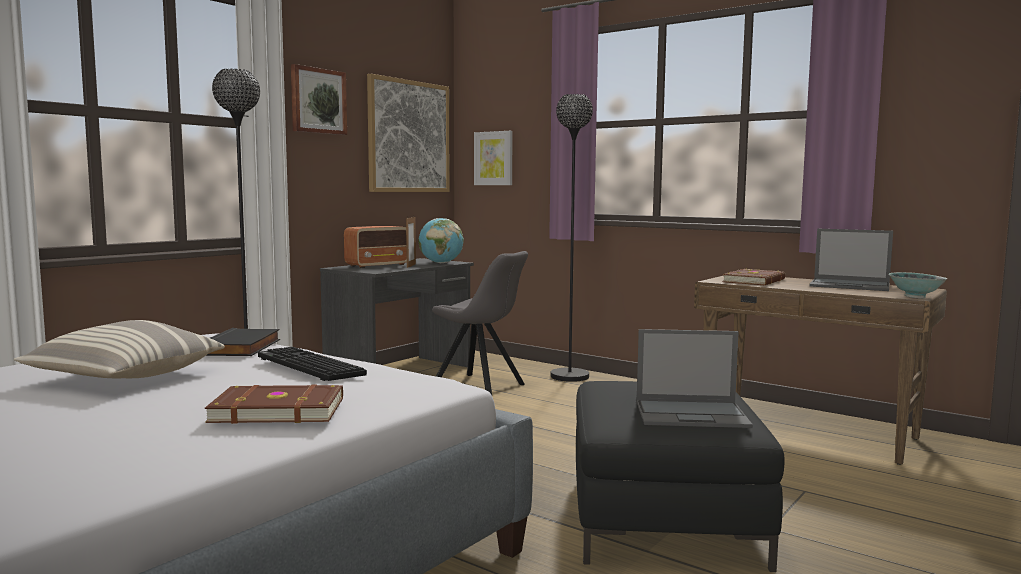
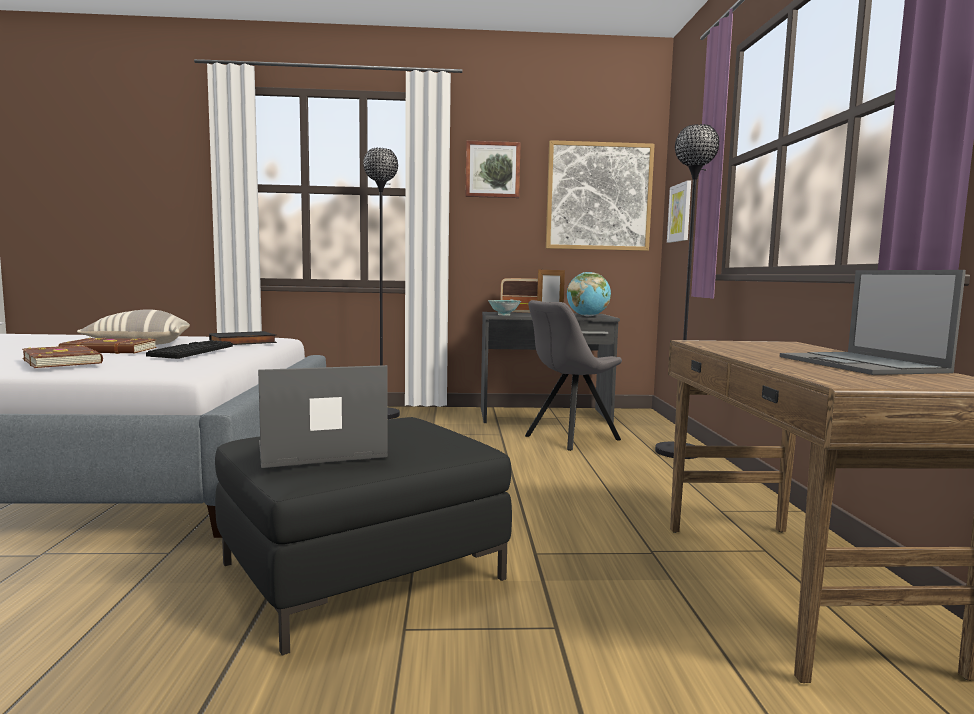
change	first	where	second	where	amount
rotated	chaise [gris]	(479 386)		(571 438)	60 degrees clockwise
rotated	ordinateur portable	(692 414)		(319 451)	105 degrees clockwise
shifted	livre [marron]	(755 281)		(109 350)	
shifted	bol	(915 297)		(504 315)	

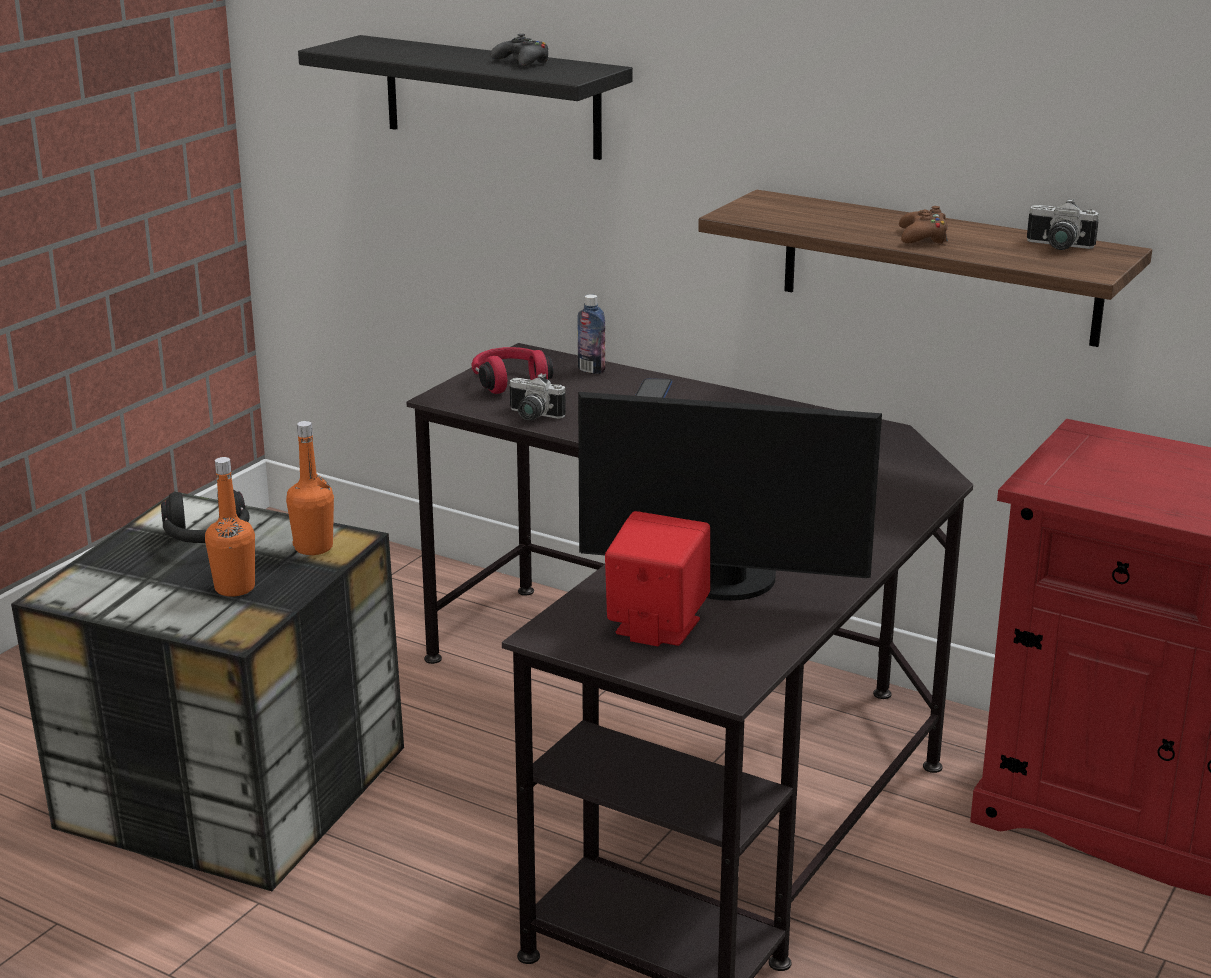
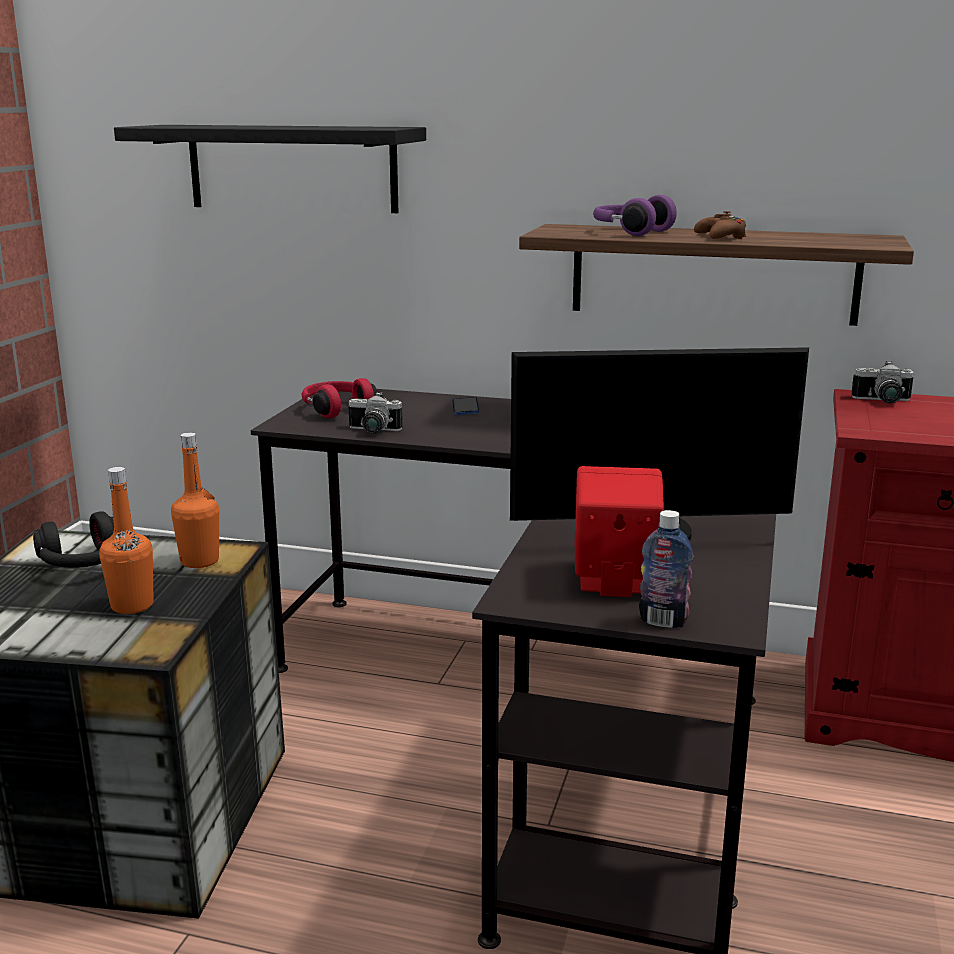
change	first	where	second	where	amount
gone	manette [noir]	(522 62)			
shifted	bouteille	(591 370)		(663 621)	
shifted	appareil photo	(1057 247)		(882 401)	
new			casque audio [violet]	(630 232)	

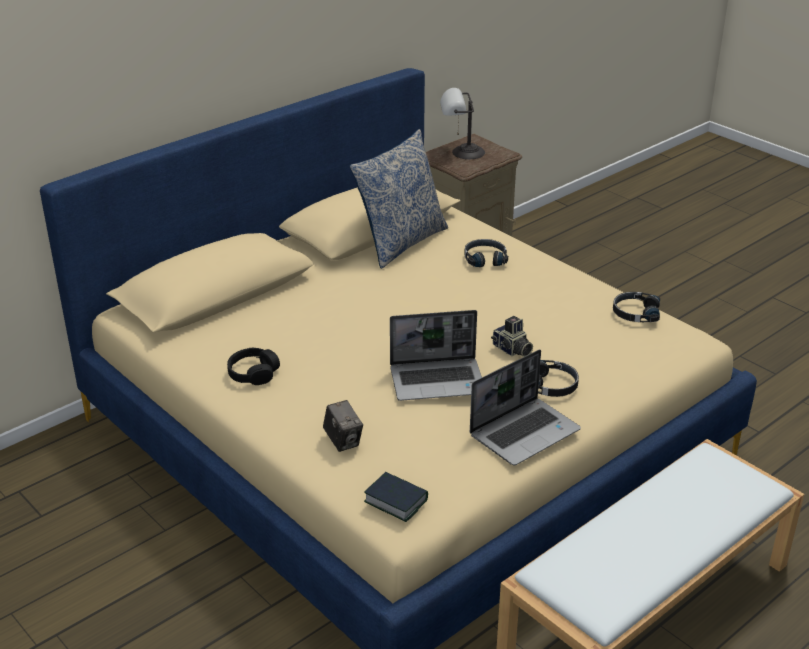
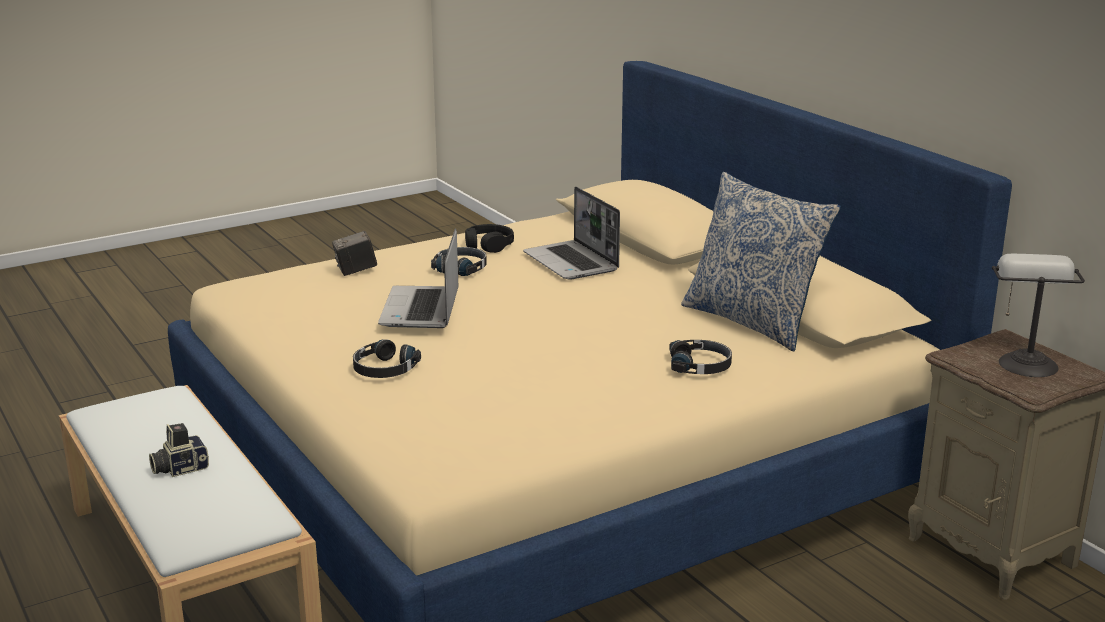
change	first	where	second	where	amount
gone	livre	(396 501)			
shifted	ordinateur portable	(525 432)		(572 262)	
shifted	appareil photo	(512 350)		(179 468)	
shifted	casque audio [noir]	(635 313)		(461 268)	

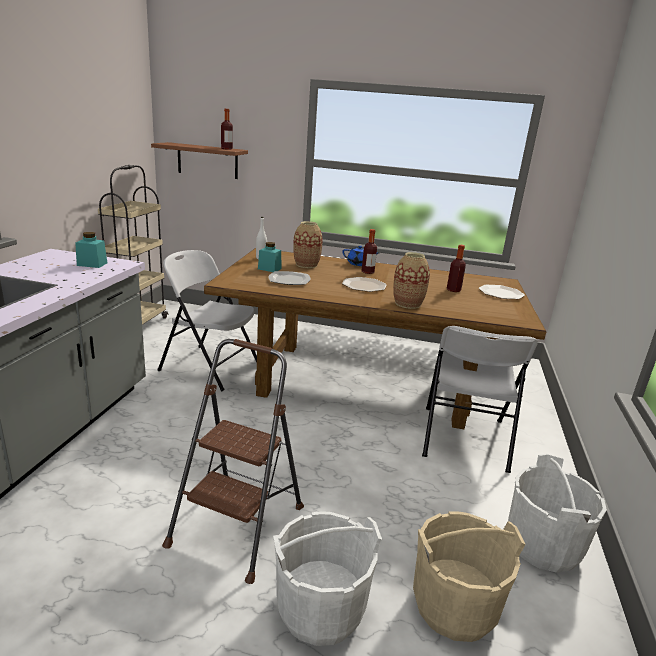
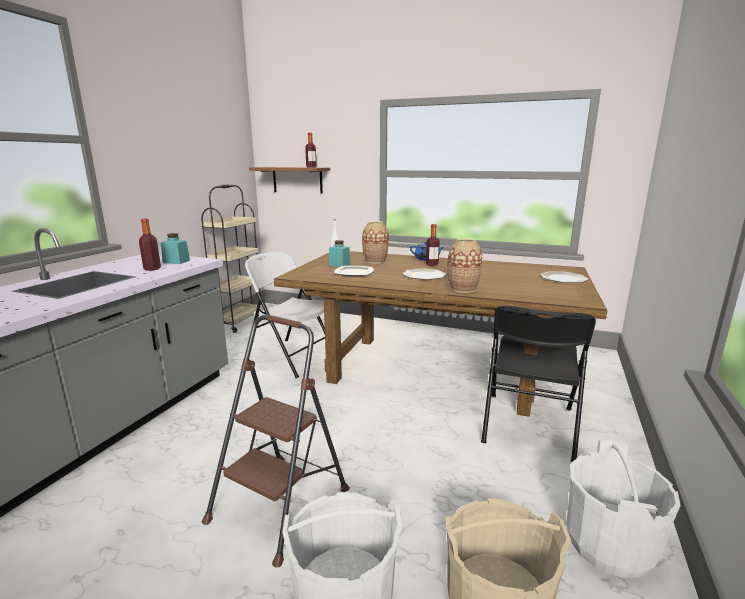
change	first	where	second	where	amount
repainted	chaise [blanc]	(463 438)	chaise [noir]	(528 425)	
shifted	bouteille	(453 290)		(152 269)	

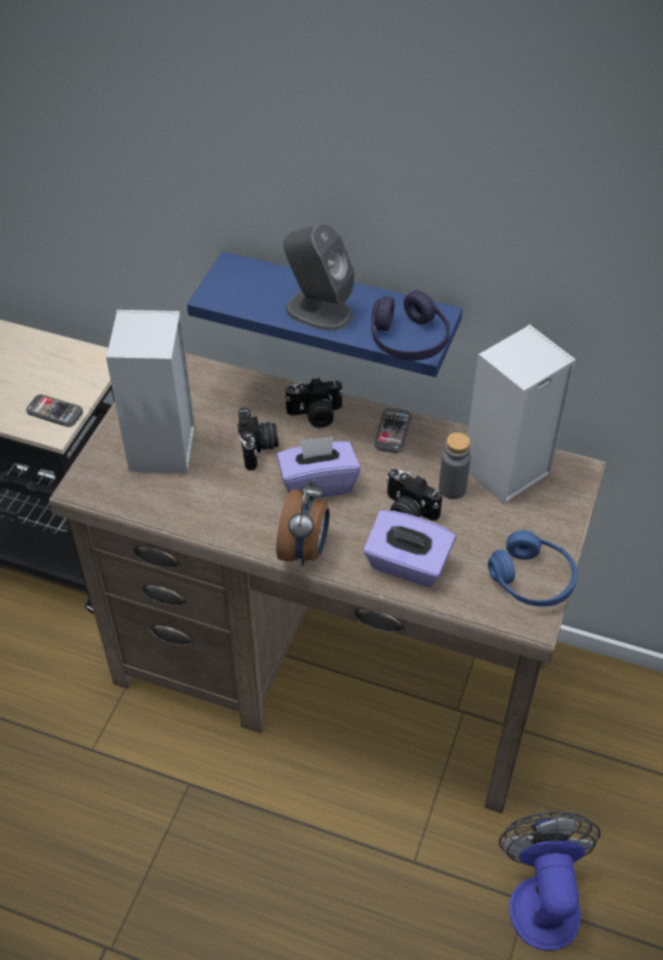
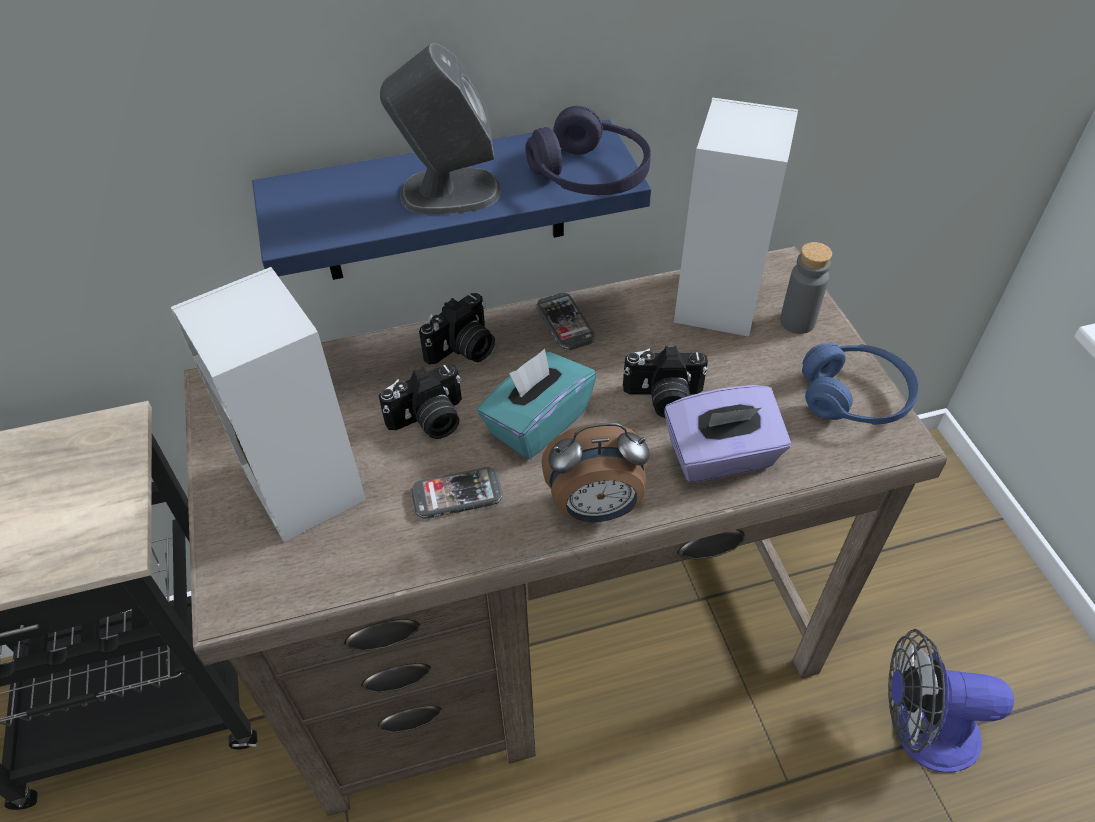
change	first	where	second	where	amount
shifted	téléphone	(55 412)		(457 494)	
rotated	appareil photo	(258 448)		(429 421)	105 degrees clockwise
rotated	réveil	(305 550)		(595 508)	105 degrees clockwise
repainted	boîte à mouchoirs [violet]	(318 483)	boîte à mouchoirs [turquoise]	(537 423)	
shifted	bouteille [gris]	(452 488)		(797 321)	
rotated	ventilateur	(542 898)		(920 730)	45 degrees counterclockwise

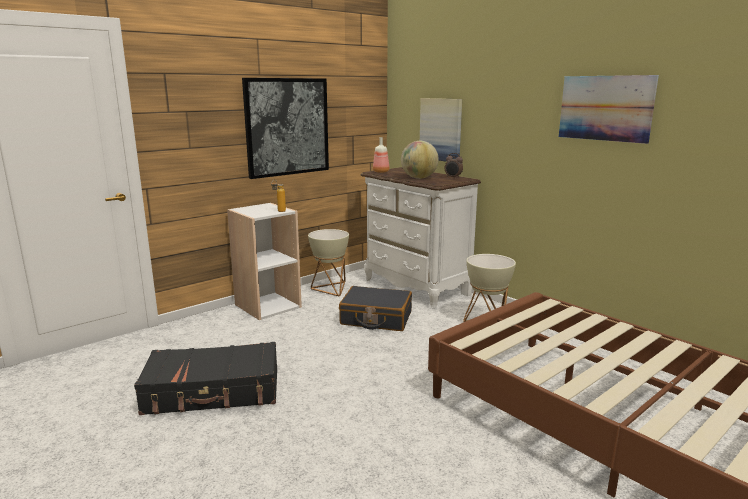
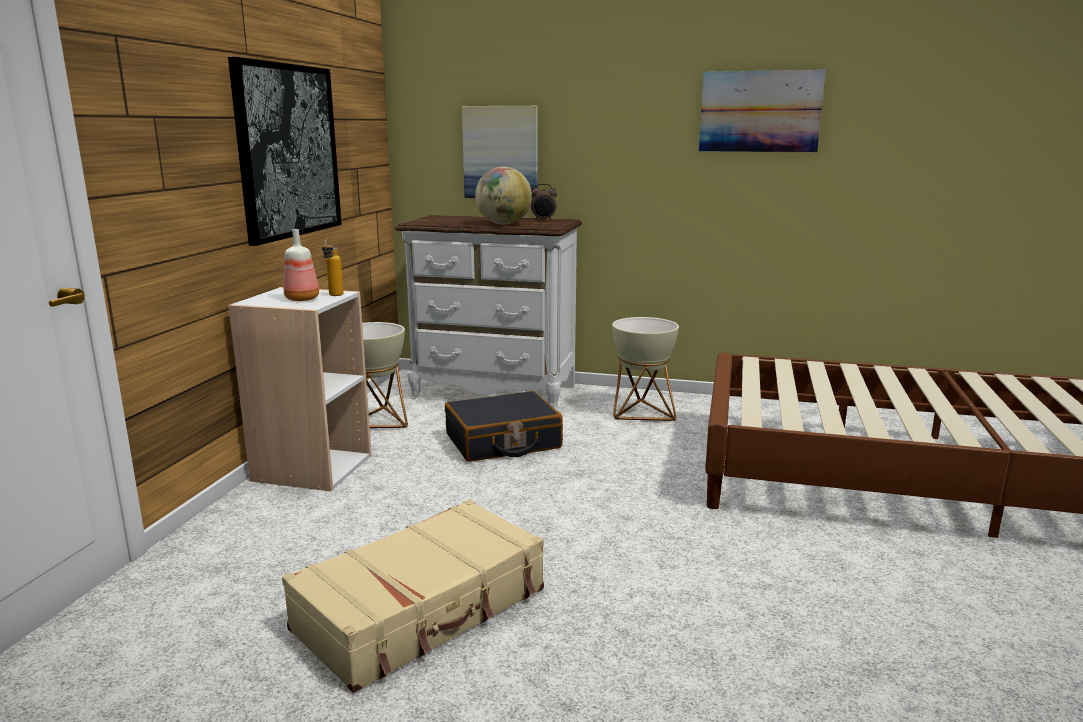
change	first	where	second	where	amount
repainted	valise [noir]	(213 391)	valise [beige]	(423 610)	
shifted	bouteille	(381 172)		(302 299)	

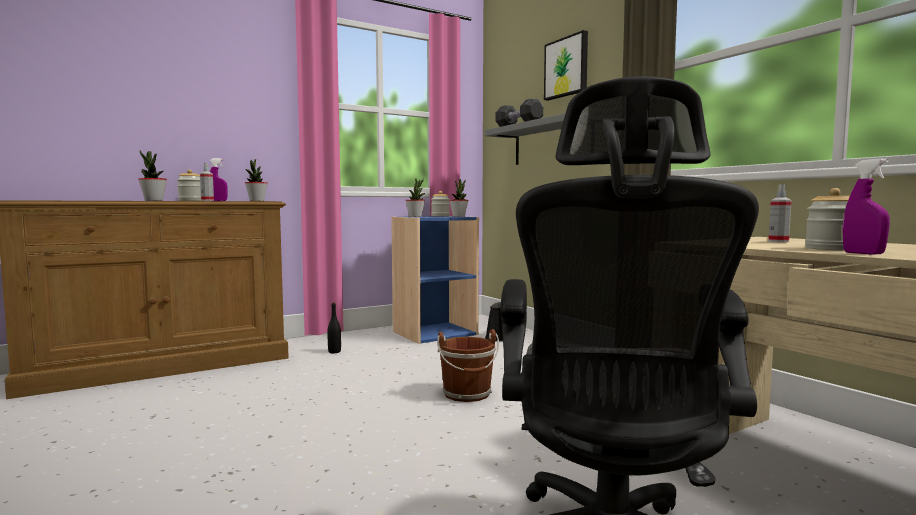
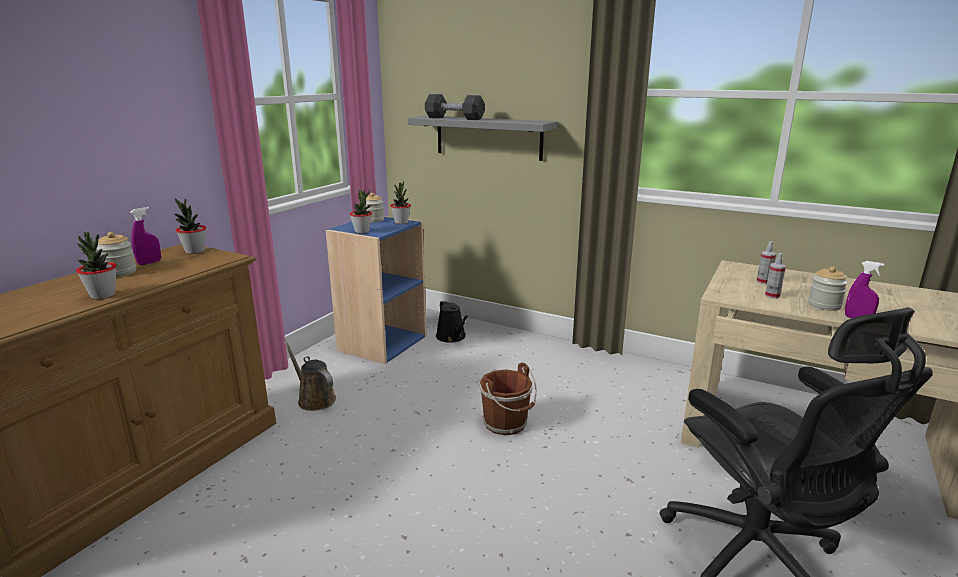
change	first	where	second	where	amount
shifted	vaporisateur	(207 200)		(772 296)	
swapped	bouteille [noir]	(334 352)	arrosoir [marron]	(314 399)	
gone	tableau	(567 67)			

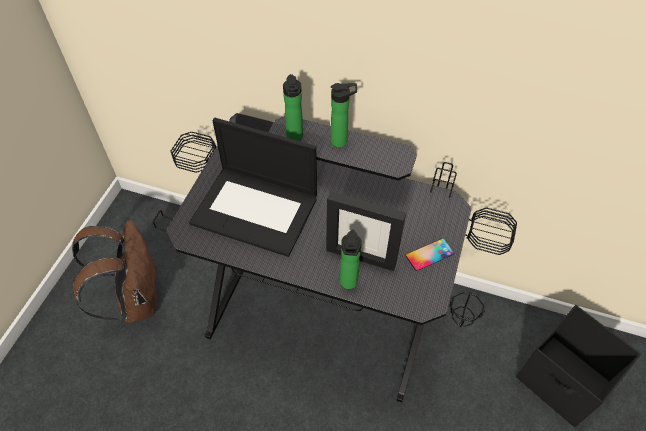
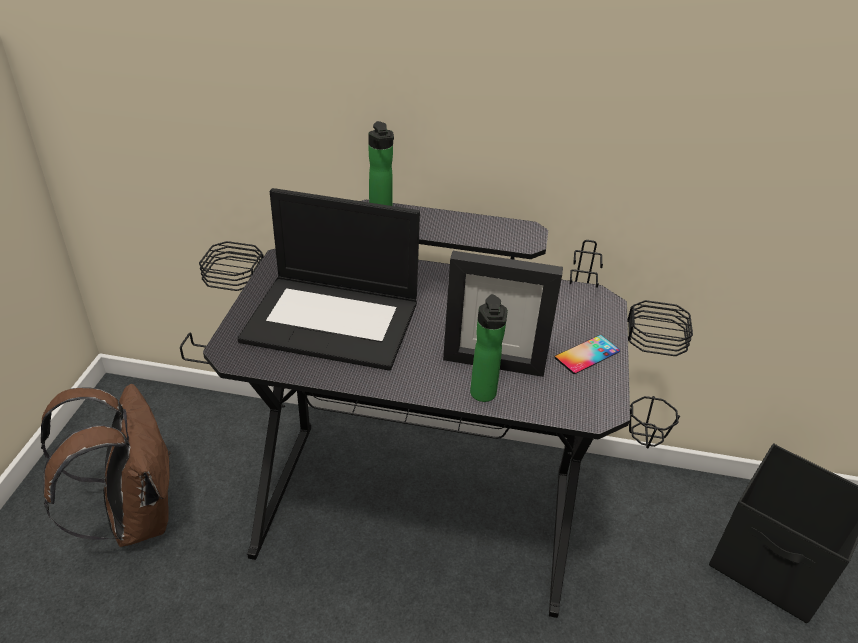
change	first	where	second	where	amount
gone	bouteille	(341 141)			

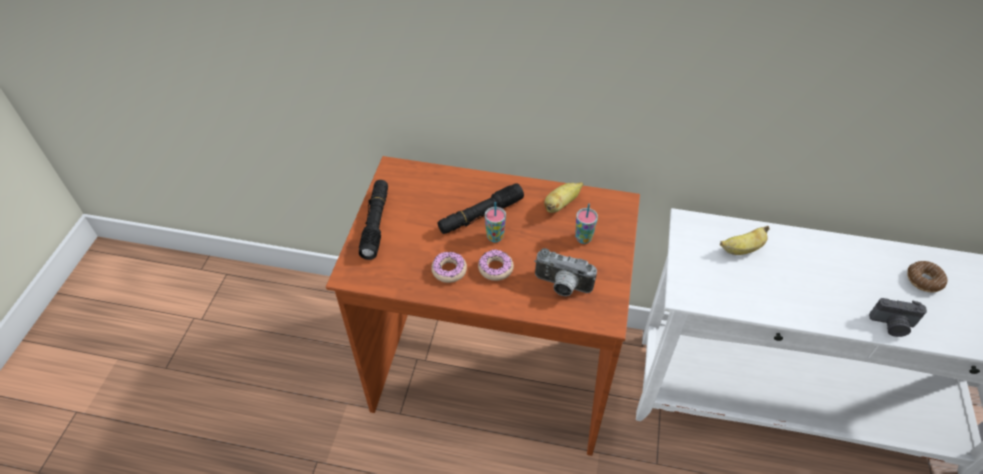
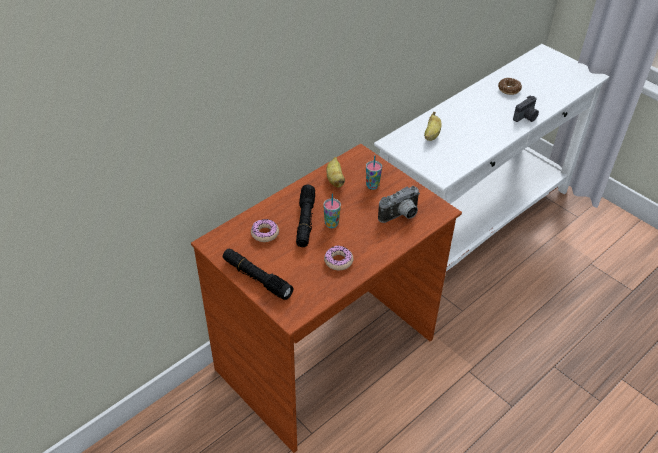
change	first	where	second	where	amount
shifted	beignet	(495 268)		(265 233)	

